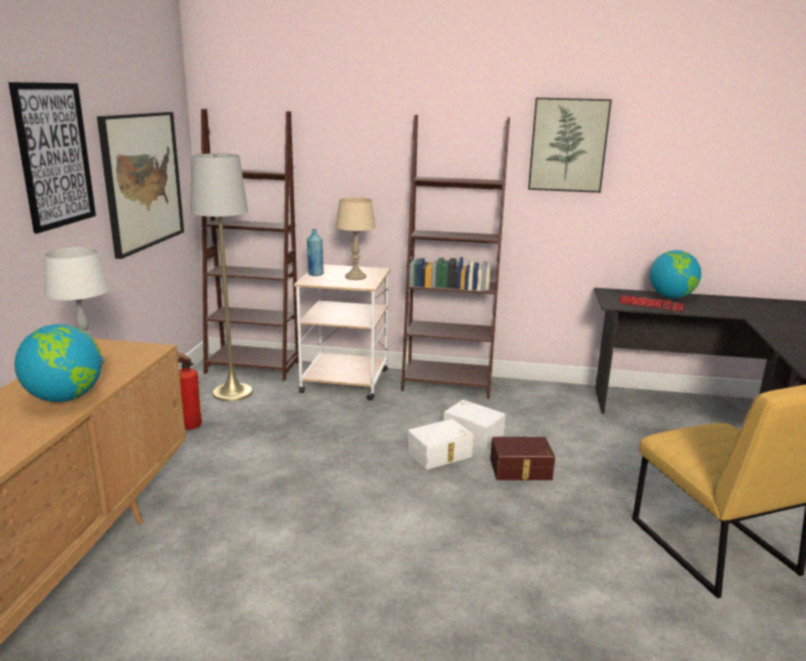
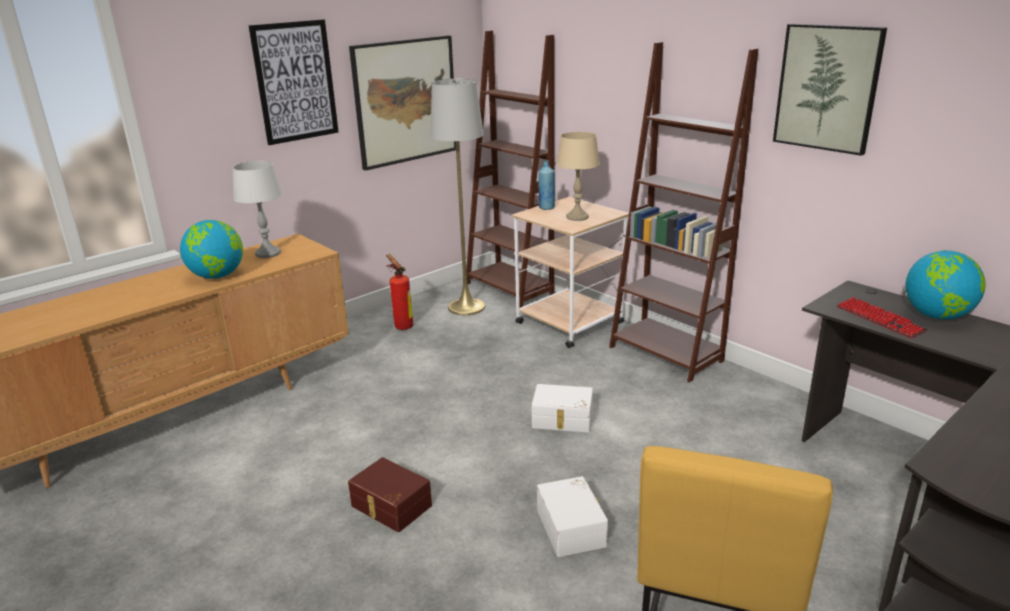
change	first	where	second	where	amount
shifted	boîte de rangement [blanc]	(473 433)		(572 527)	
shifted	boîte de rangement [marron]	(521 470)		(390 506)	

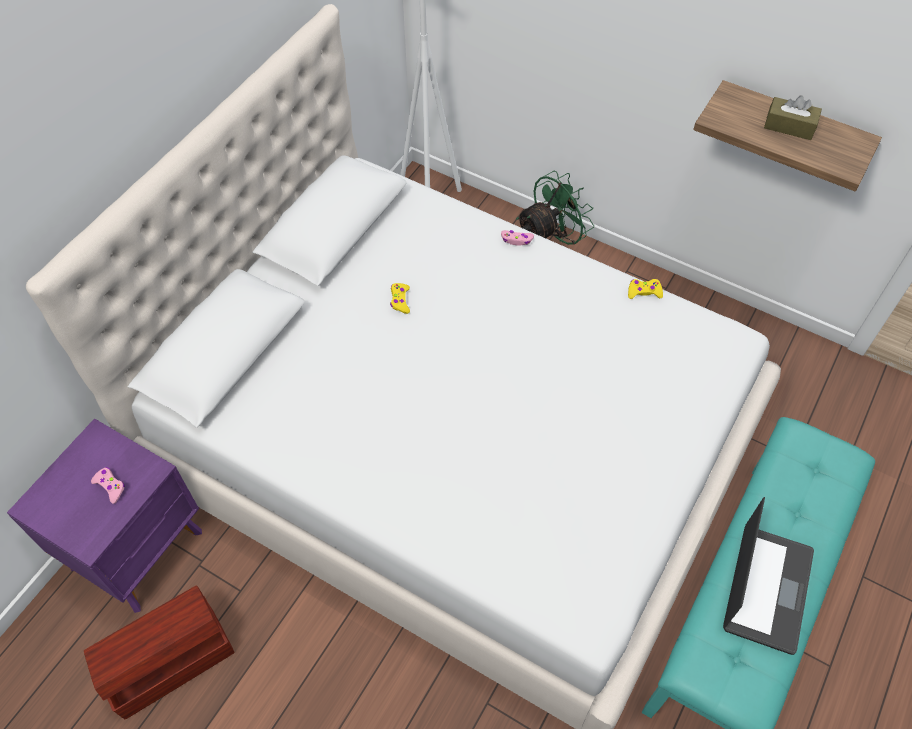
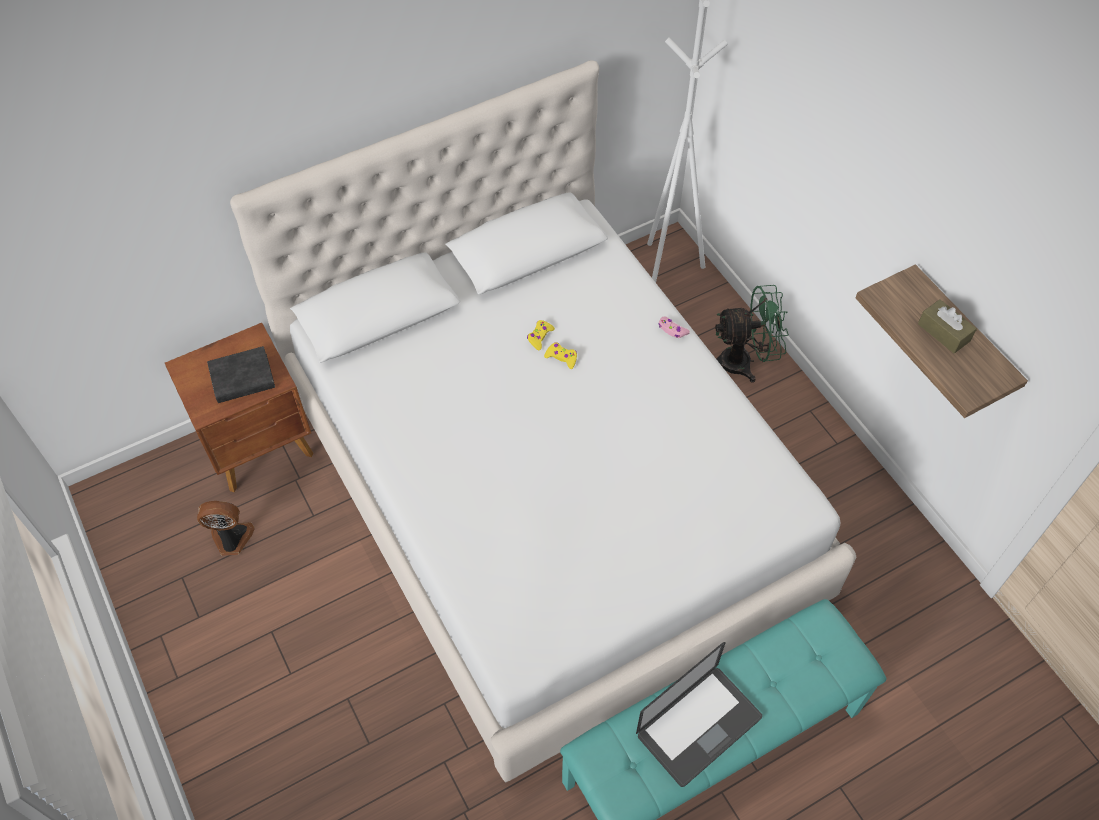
change	first	where	second	where	amount
repainted	table de chevet [violet]	(140 549)	table de chevet [marron]	(260 446)	
swapped	boîte de rangement [marron]	(168 661)	ventilateur	(231 539)	
swapped	manette [rose]	(110 486)	livre [noir]	(242 379)	
shifted	manette [jaune]	(644 292)		(561 357)	

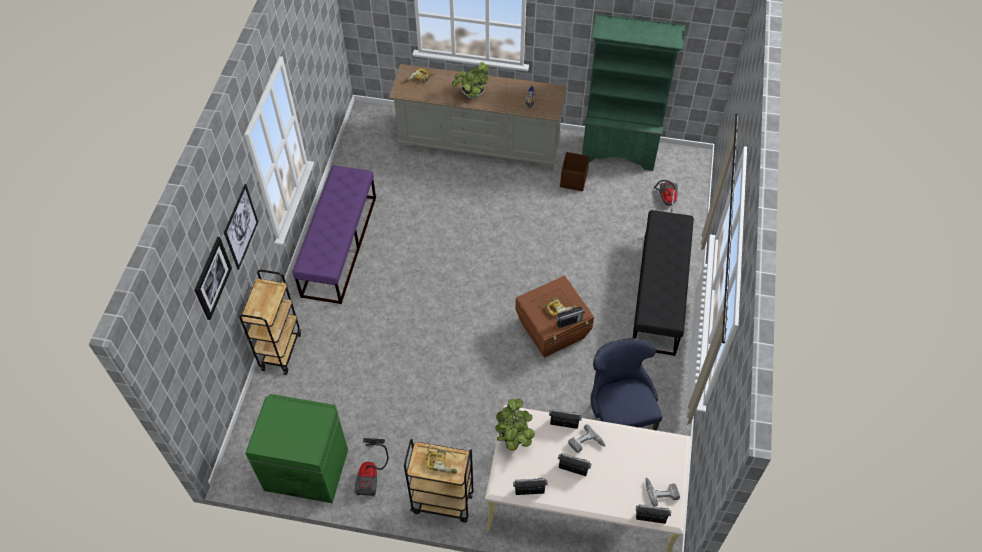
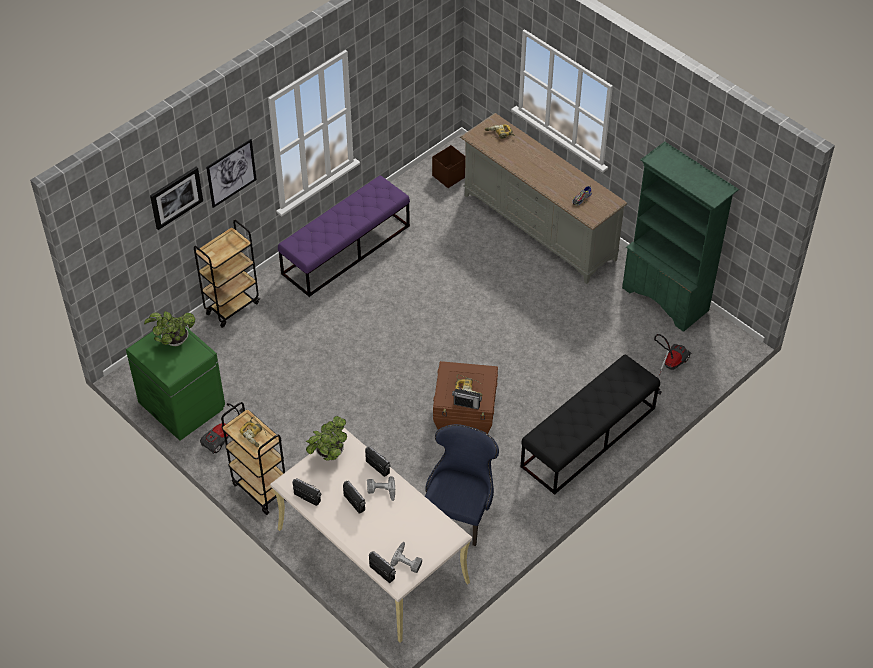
change	first	where	second	where	amount
shifted	plante en pot	(471 95)		(173 341)	
shifted	boîte de rangement [marron]	(574 180)		(450 176)	

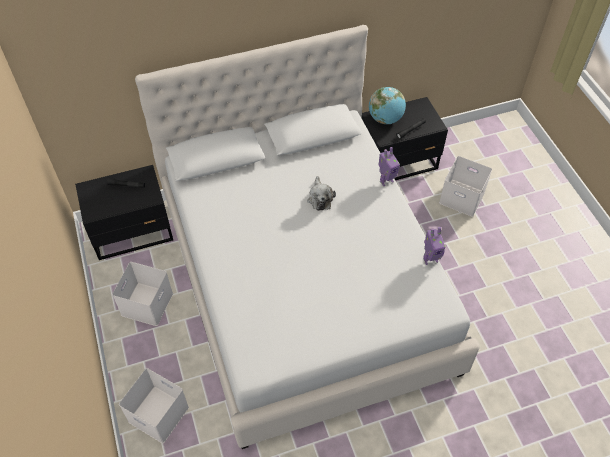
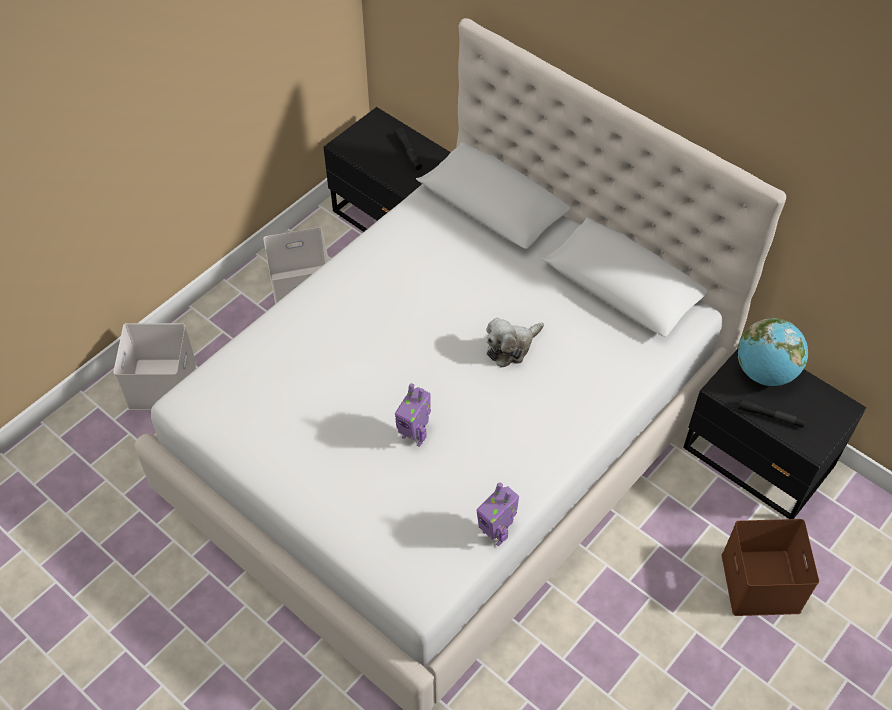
change	first	where	second	where	amount
shifted	robot jouet	(386 181)		(414 436)	
repainted	boîte de rangement [blanc]	(463 197)	boîte de rangement [marron]	(762 584)	

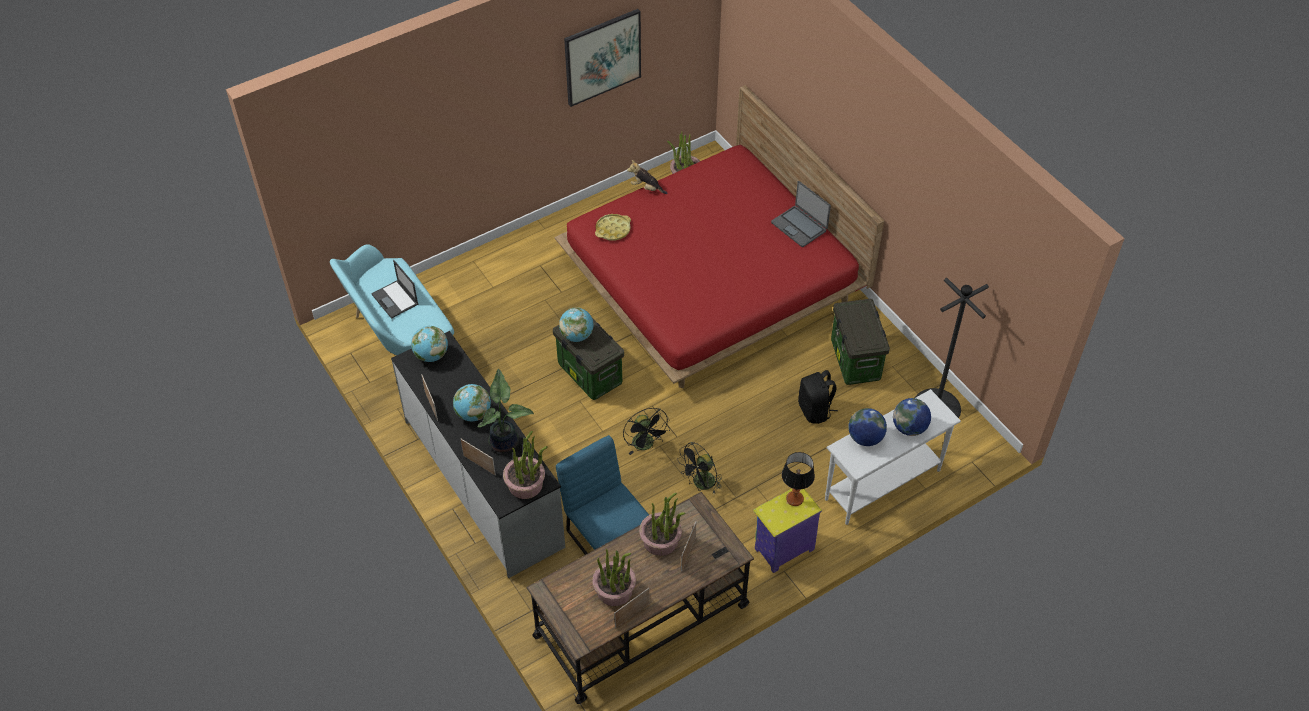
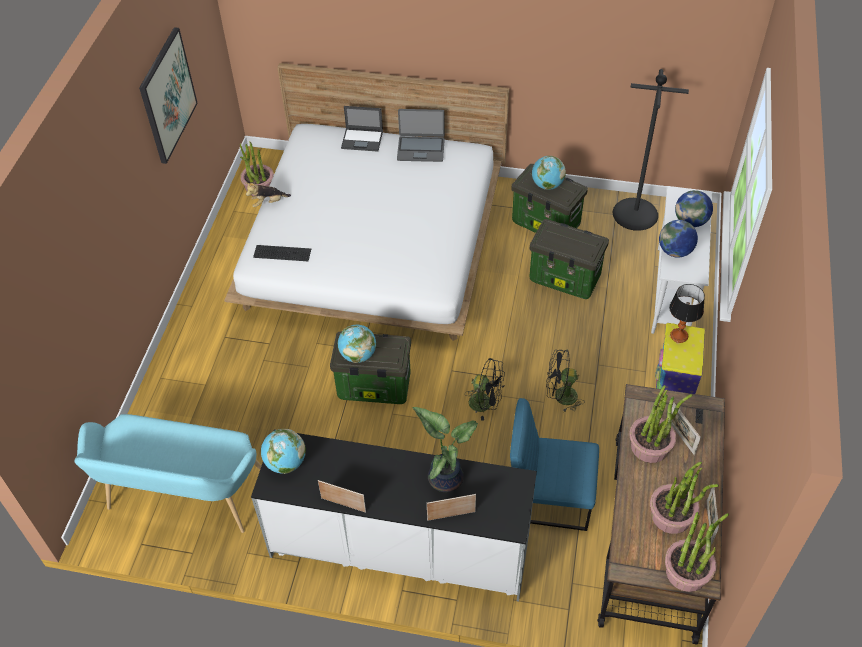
change	first	where	second	where	amount
shifted	ordinateur portable	(395 299)		(362 140)	
shifted	globe	(473 414)		(547 185)	
shifted	plante en pot	(526 484)		(687 572)	
repainted	lit [rouge]	(710 278)	lit [blanc]	(373 245)	
swapped	plateau [jaune]	(613 230)	clavier	(283 252)	
rotated	ventilateur [noir]	(700 484)		(560 396)	90 degrees clockwise
swapped	sac à dos [noir]	(815 410)	boîte de rangement	(565 279)	

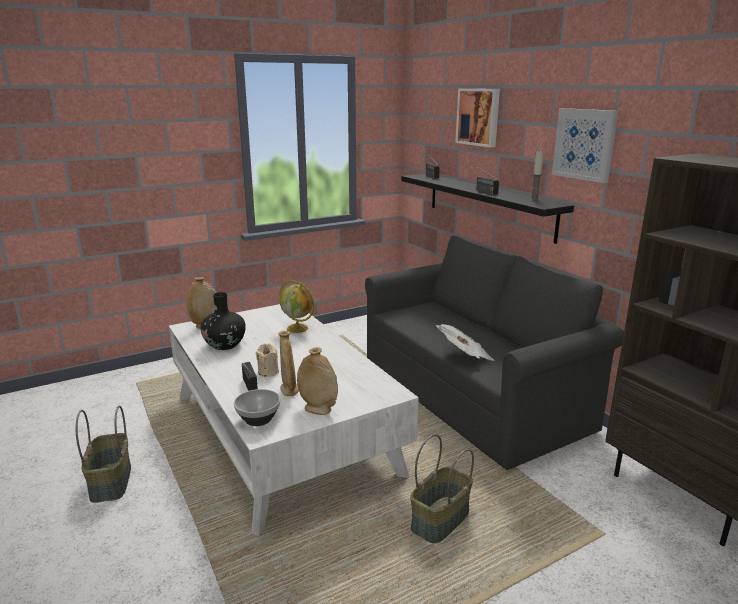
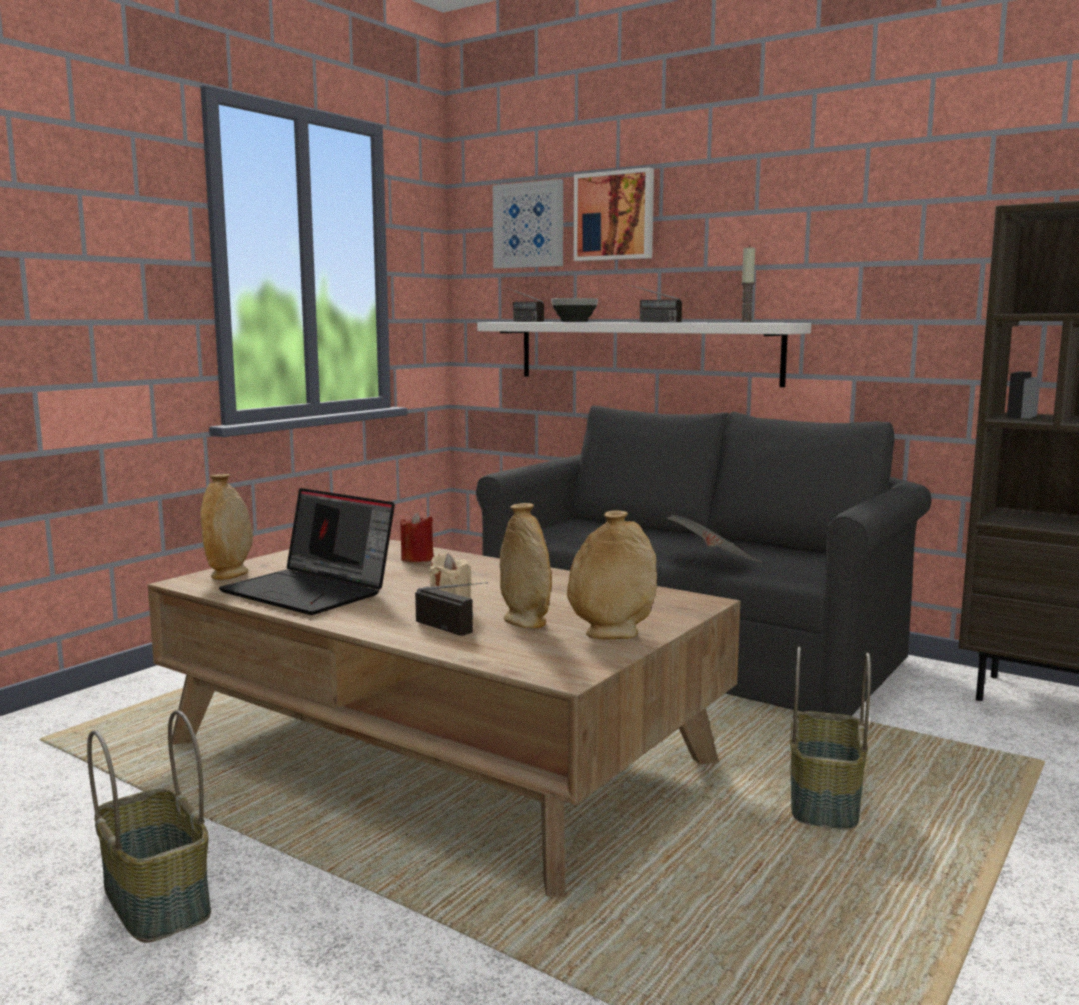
change	first	where	second	where	amount
repainted	table basse [blanc]	(282 433)	table basse [marron]	(439 753)	
swapped	vase [noir]	(225 345)	ordinateur portable	(311 591)	
shifted	bol	(258 420)		(574 321)	
swapped	globe	(298 328)	bougie [rouge]	(417 559)	
repainted	étagère [noir]	(488 205)	étagère [blanc]	(644 352)	
shifted	tableau	(584 144)		(529 225)	

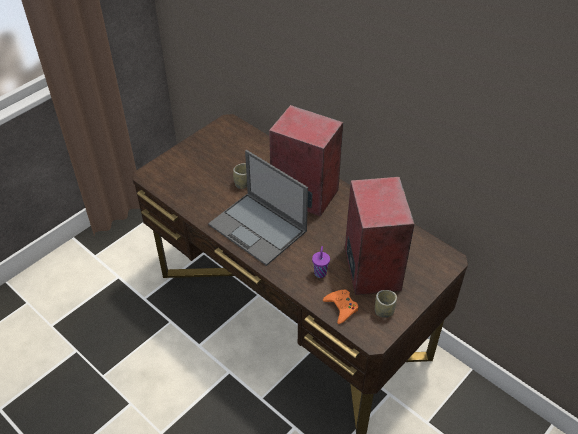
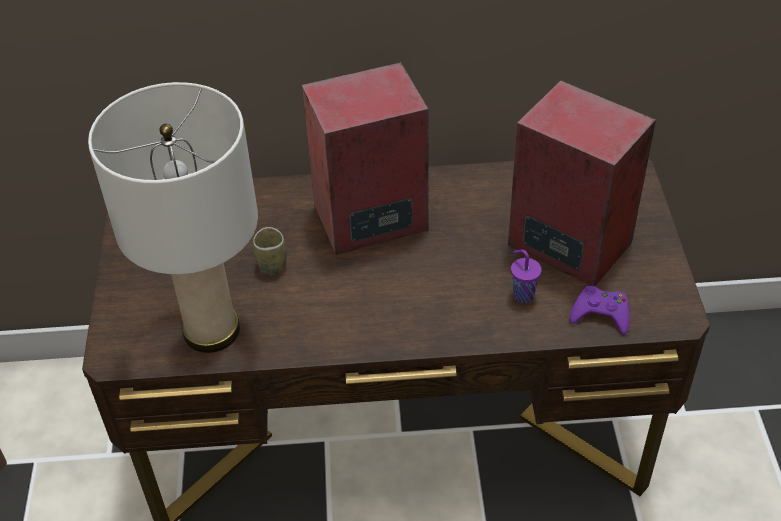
change	first	where	second	where	amount
gone	ordinateur portable	(258 228)			
repainted	manette [orange]	(341 307)	manette [violet]	(601 314)	
gone	tasse	(384 311)			
new			lampe de table [blanc]	(210 330)	

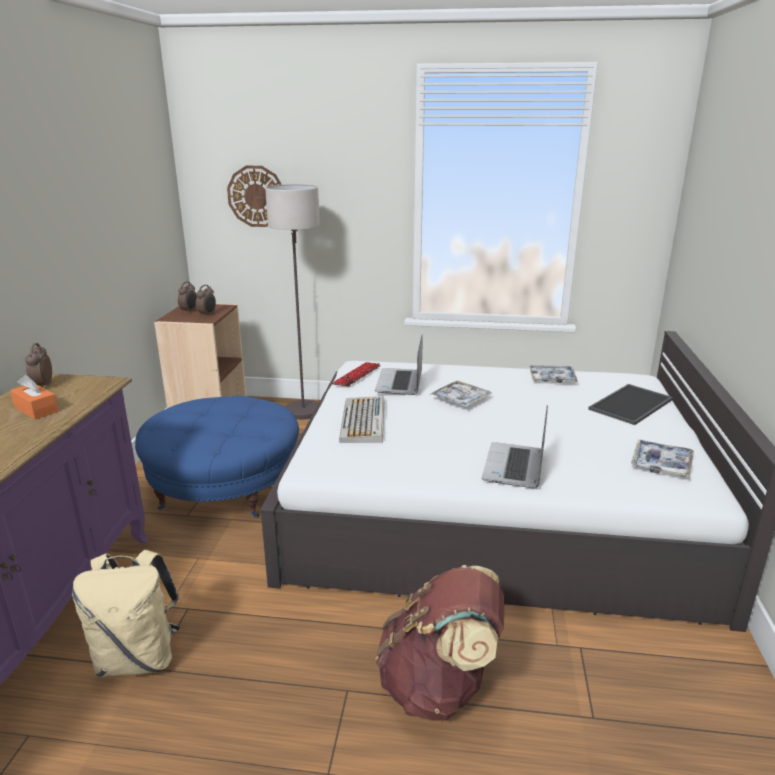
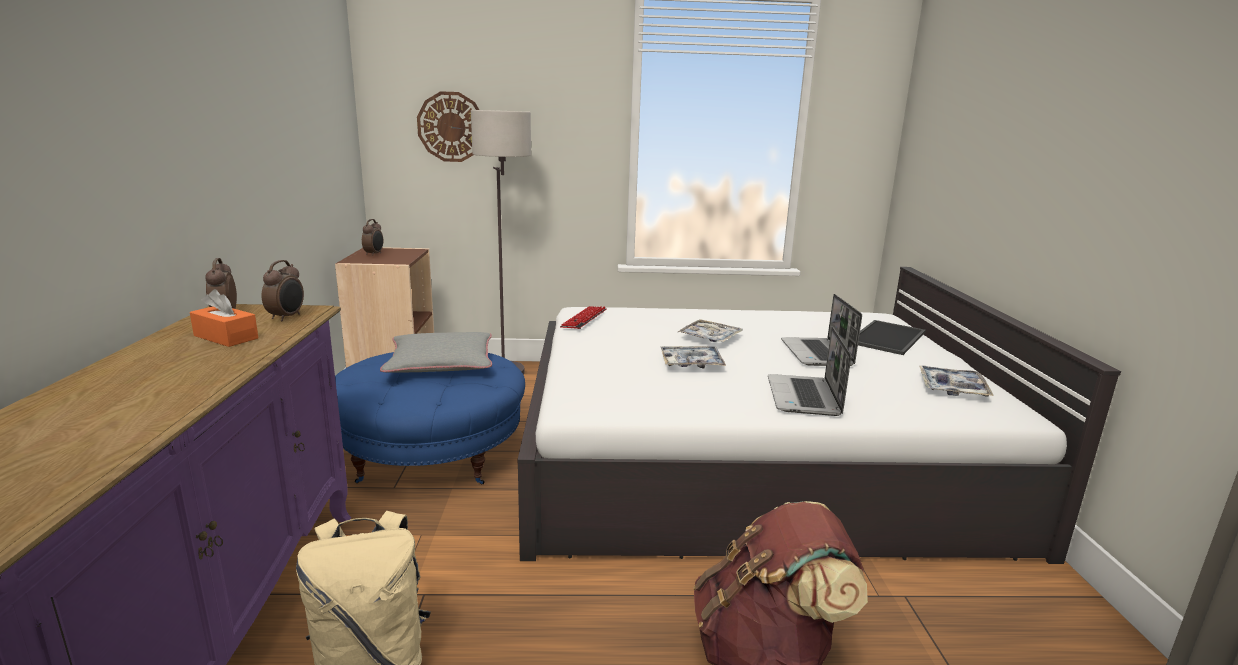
change	first	where	second	where	amount
shifted	réveil	(207 315)		(287 317)	
gone	clavier	(364 421)			
shifted	ordinateur portable	(400 383)		(817 354)	
shifted	plateau	(552 379)		(691 363)	
new			coussin [gris]	(440 363)	

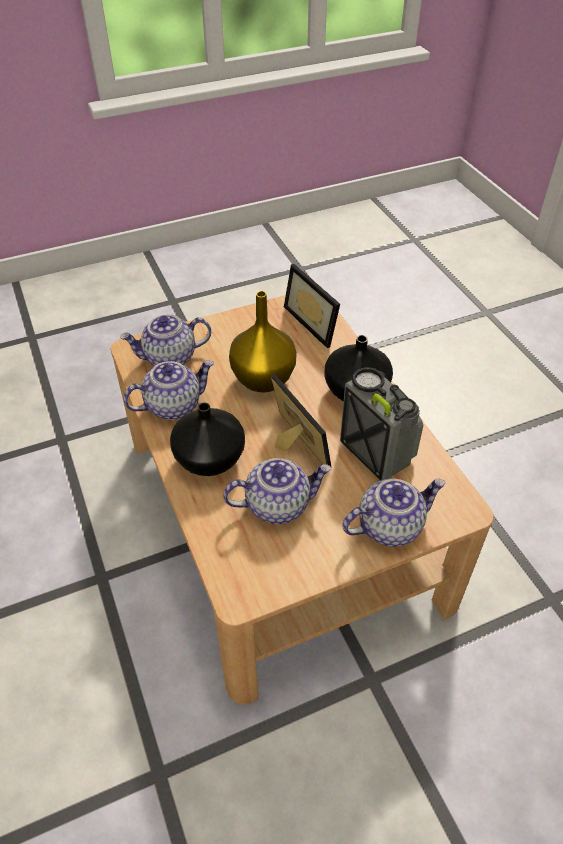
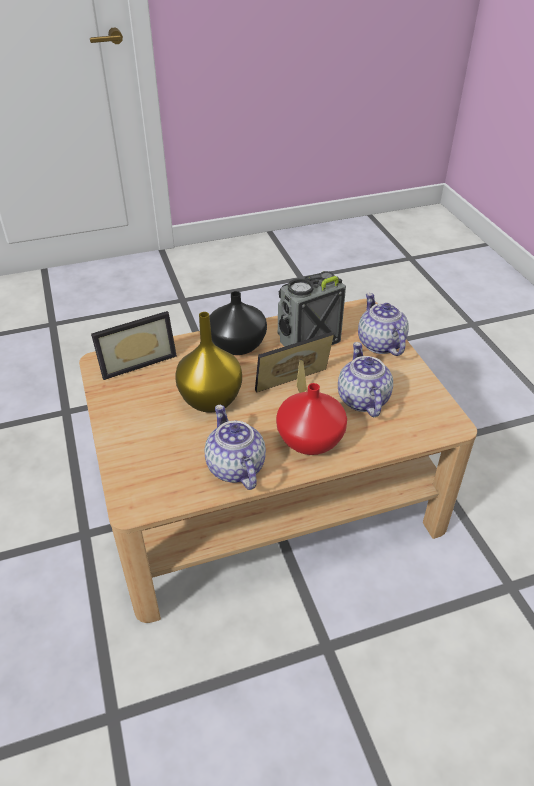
change	first	where	second	where	amount
gone	théière	(169 358)			
repainted	vase [noir]	(210 458)	vase [rouge]	(308 439)	

